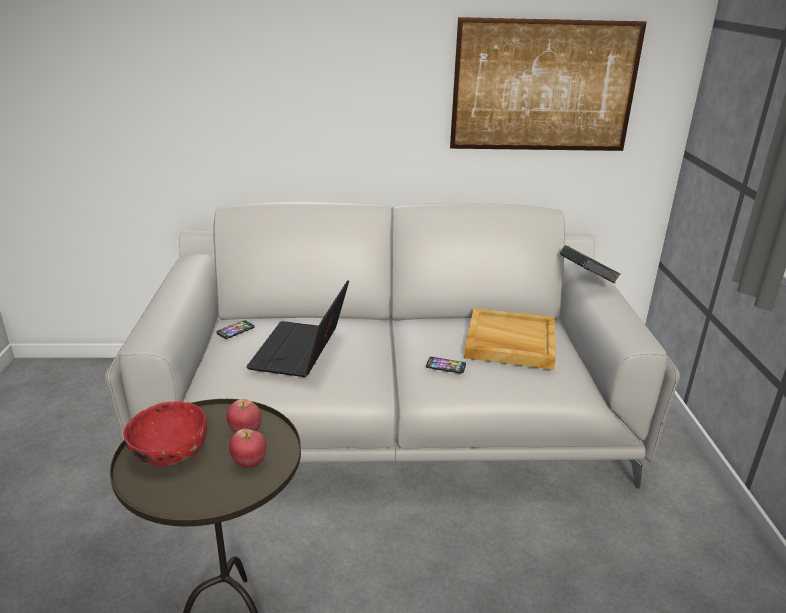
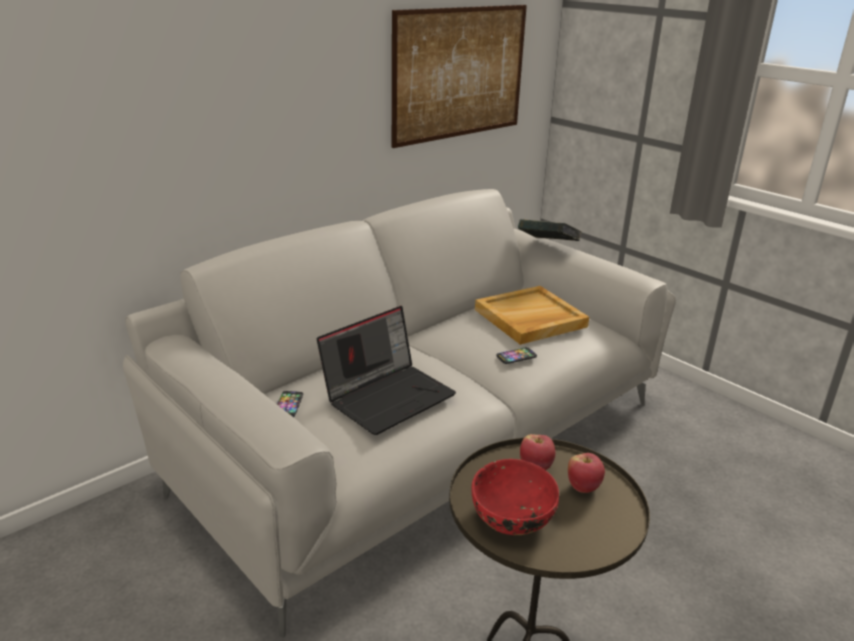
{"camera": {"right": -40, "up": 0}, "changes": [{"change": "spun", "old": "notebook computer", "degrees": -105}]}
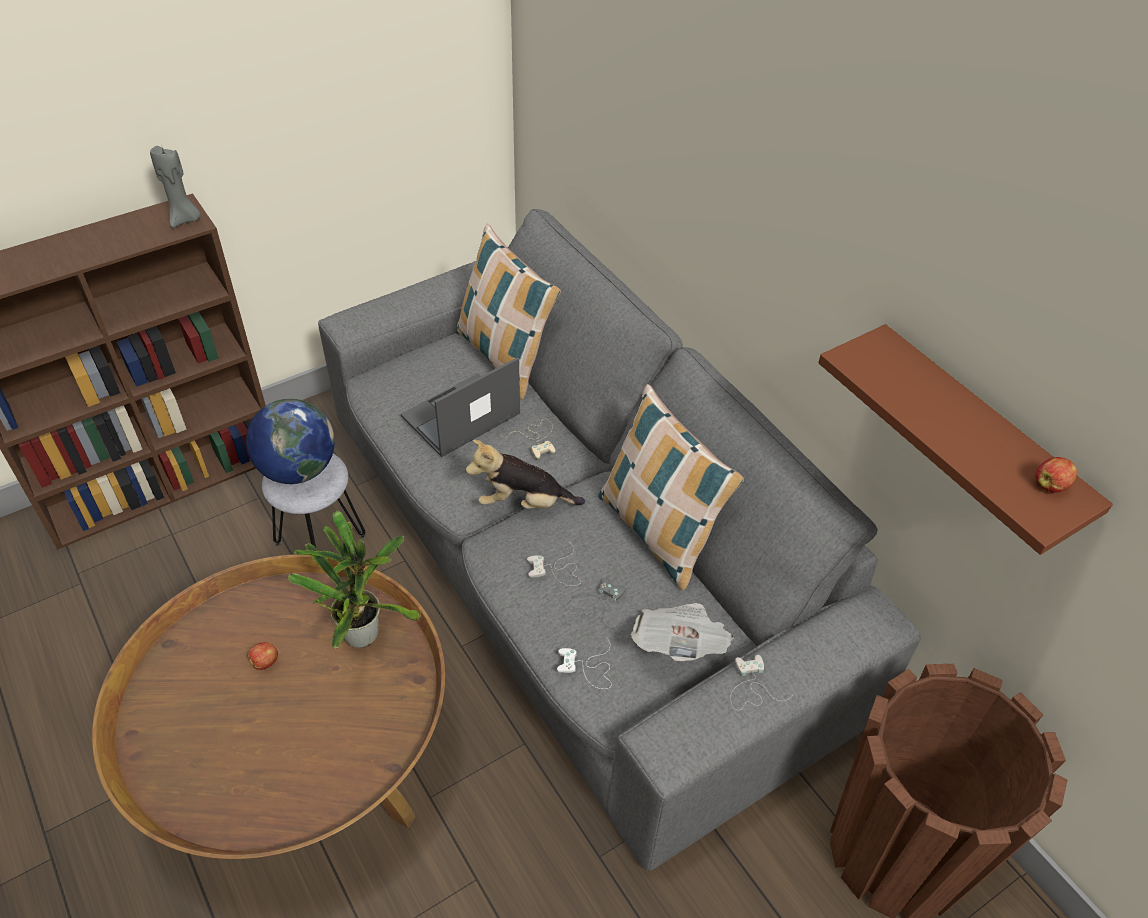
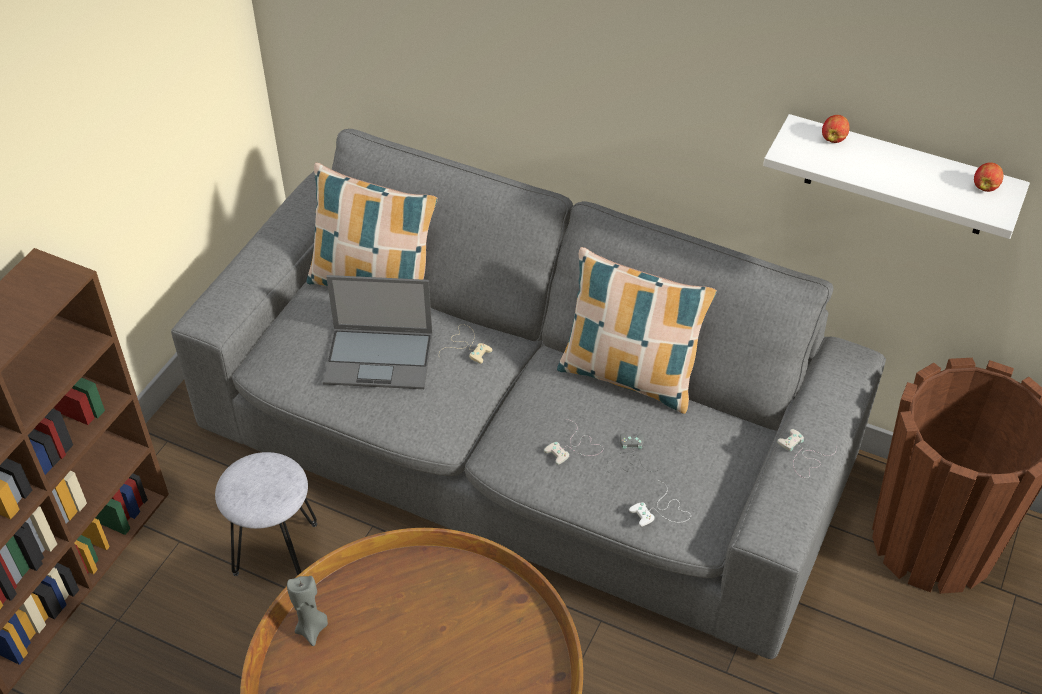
{"camera": {"right": -30, "up": 0}, "changes": [{"change": "relocated", "old": "gray candle"}, {"change": "spun", "old": "notebook computer", "degrees": -105}, {"change": "colour", "old": "brown bracket shelf", "new": "white bracket shelf"}, {"change": "relocated", "old": "apple fruit (no. 1 from left)"}, {"change": "missing", "old": "globe"}, {"change": "missing", "old": "plant in a pot"}, {"change": "missing", "old": "cuddly toy"}, {"change": "missing", "old": "newspaper"}]}
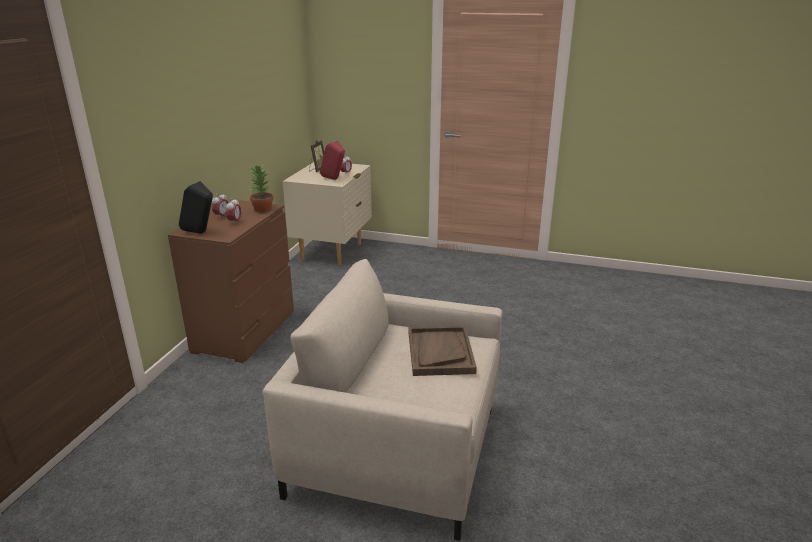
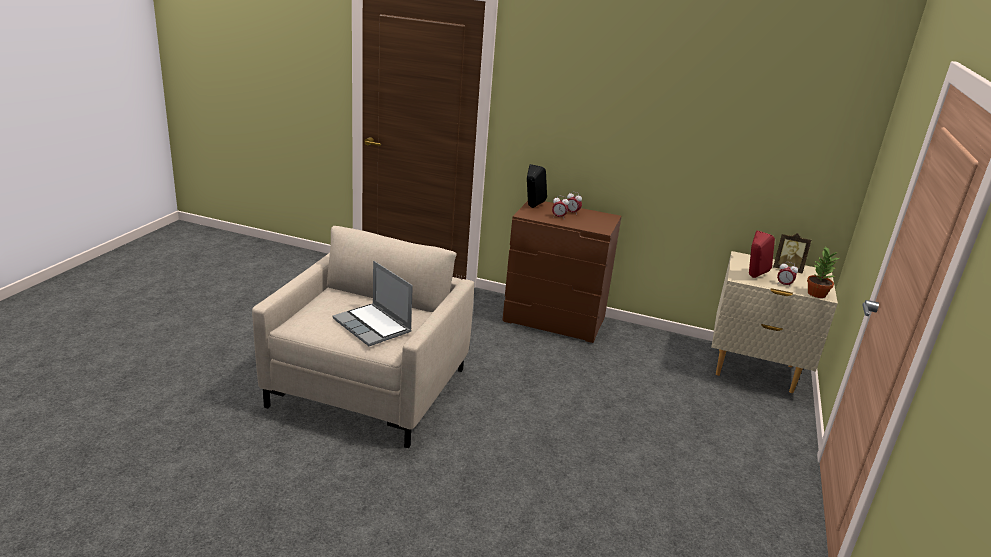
{"camera": {"right": 90, "up": 0}, "changes": [{"change": "exchanged", "old": "brown tray", "new": "notebook computer"}, {"change": "relocated", "old": "plant in a pot"}]}
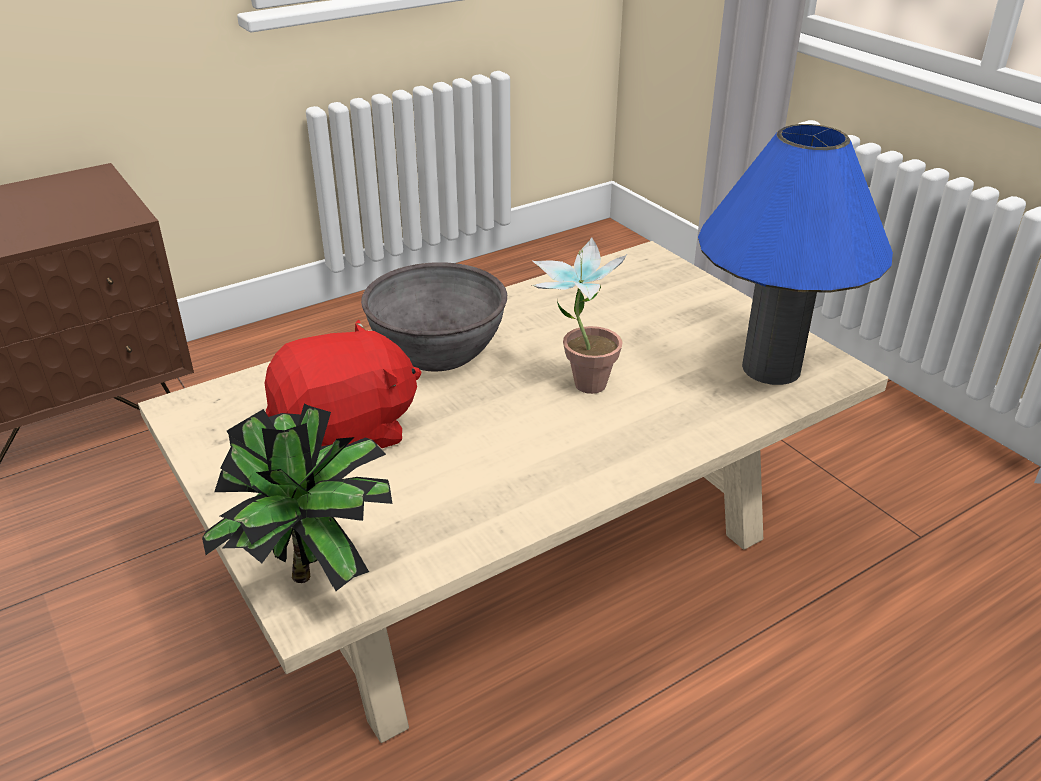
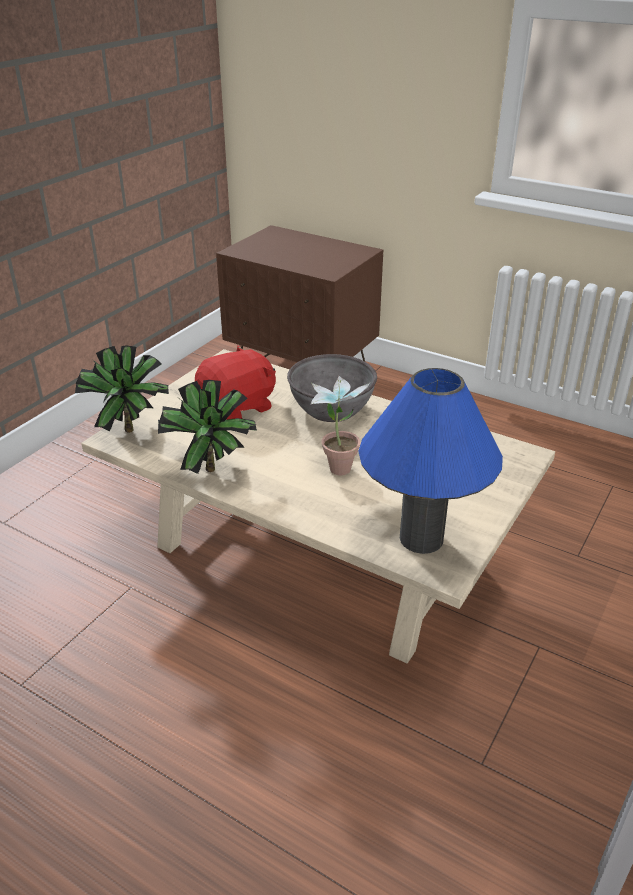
{"camera": {"right": 65, "up": 0}, "changes": [{"change": "appeared", "new": "plant in a pot (no. 2 from left)"}, {"change": "spun", "old": "red cuddly toy", "degrees": -75}]}
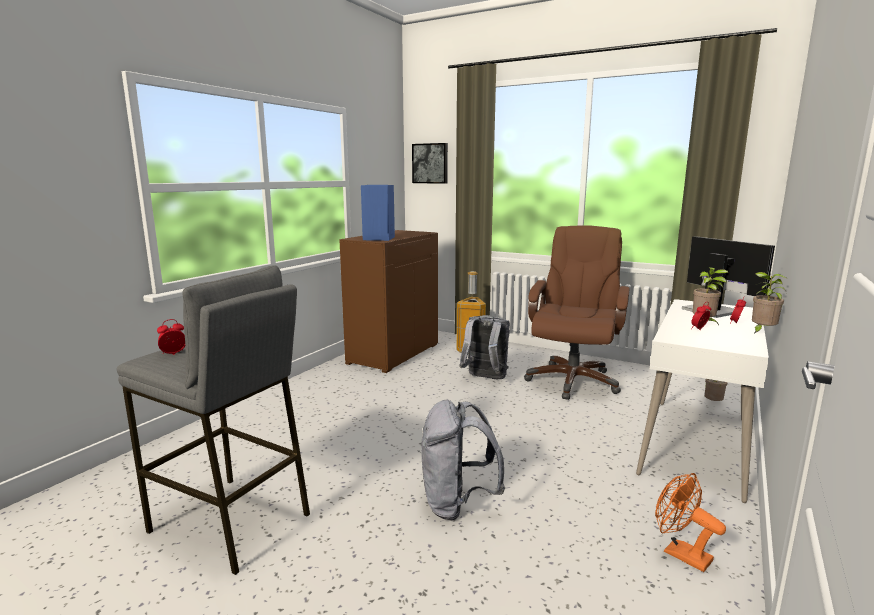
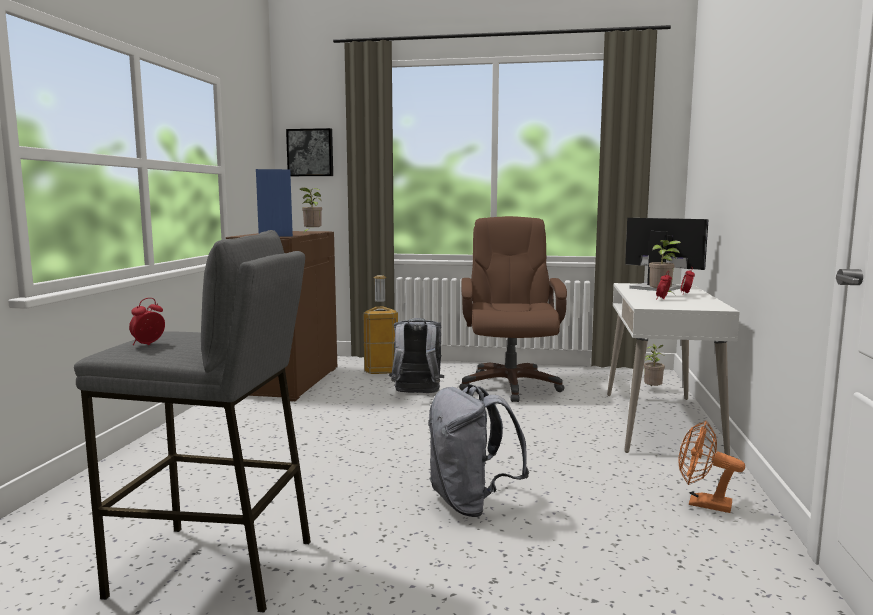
{"camera": {"right": -20, "up": -5}, "changes": [{"change": "relocated", "old": "plant in a pot (no. 3 from left in the first image)", "new": "plant in a pot (no. 1 from left)"}]}
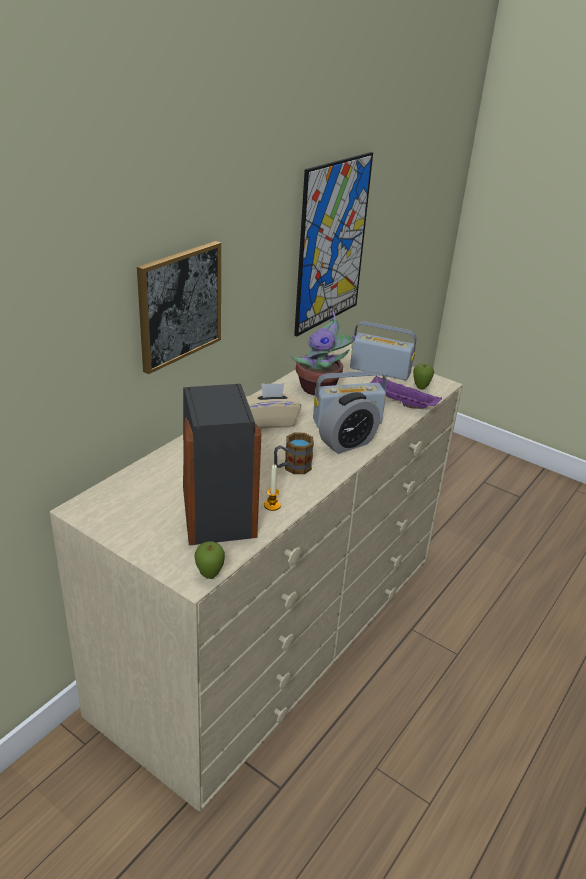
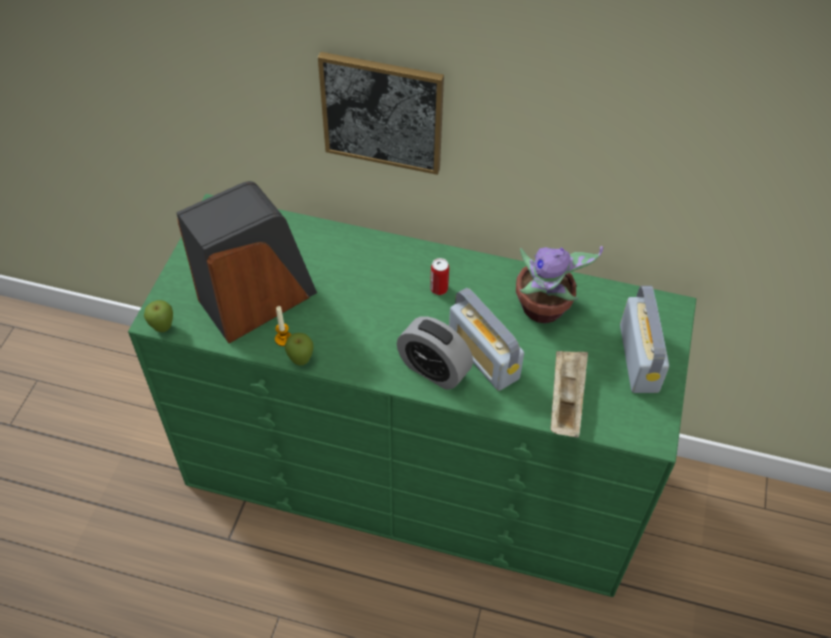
{"camera": {"right": 70, "up": 20}, "changes": [{"change": "colour", "old": "beige dresser", "new": "green dresser"}, {"change": "relocated", "old": "apple fruit (no. 2 from left)"}, {"change": "exchanged", "old": "beige box of tissues", "new": "metal can"}, {"change": "colour", "old": "purple tray", "new": "beige tray"}, {"change": "missing", "old": "coffee mug"}, {"change": "missing", "old": "wall art (no. 2 from left)"}]}
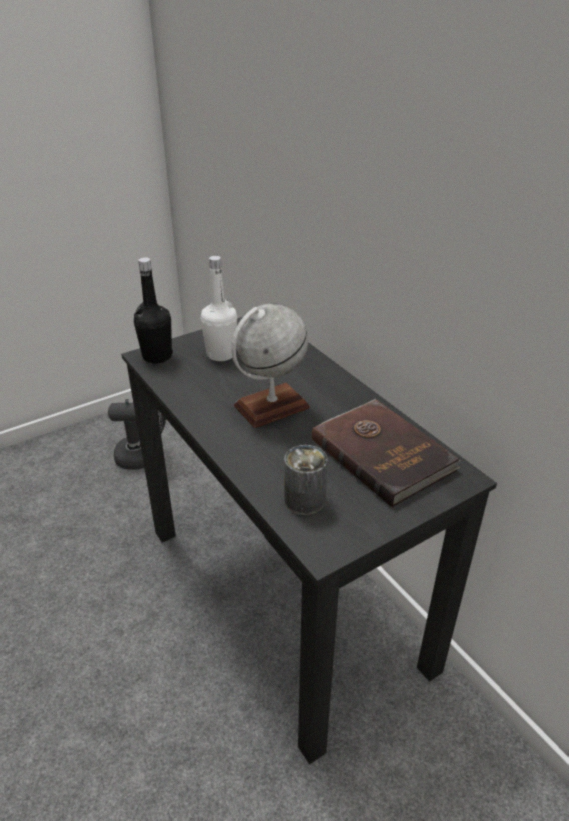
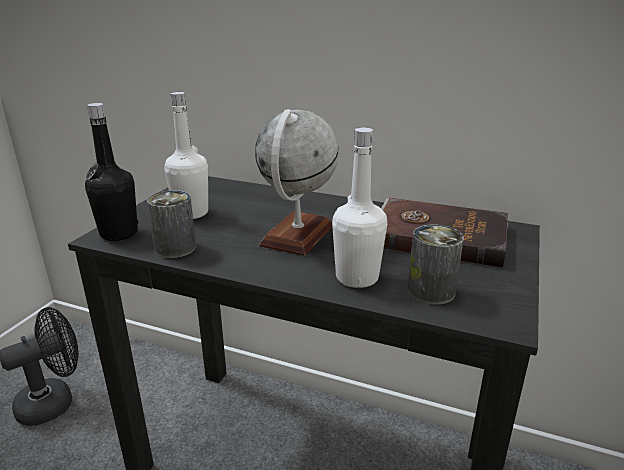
{"camera": {"right": -35, "up": -10}, "changes": [{"change": "appeared", "new": "metal can (no. 1 from left)"}, {"change": "appeared", "new": "white bottle (no. 2 from left)"}]}
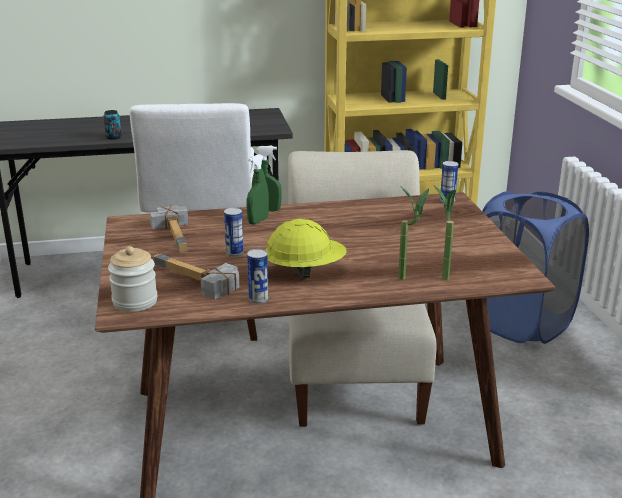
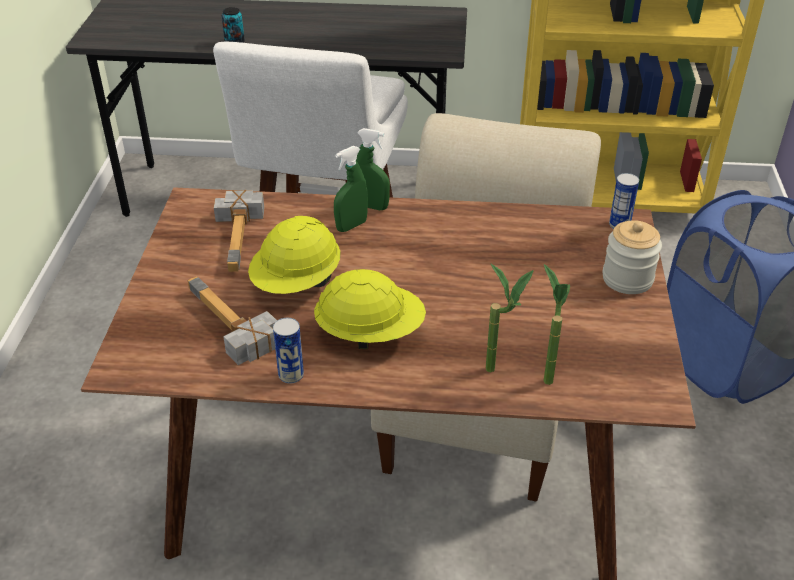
{"camera": {"right": 15, "up": 15}, "changes": [{"change": "exchanged", "old": "metal can (no. 2 from left)", "new": "yellow-coloured work helmet (no. 1 from left)"}, {"change": "relocated", "old": "storage jar"}]}
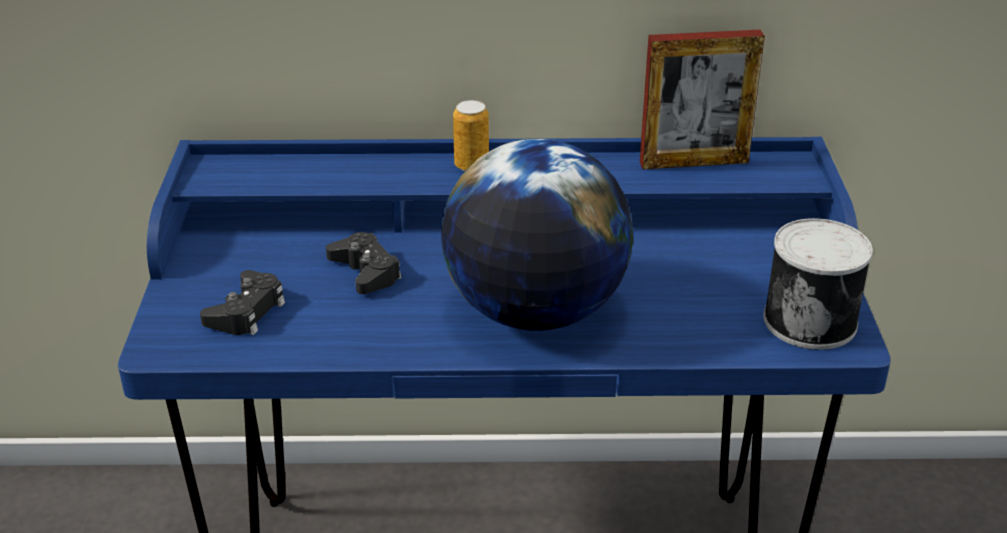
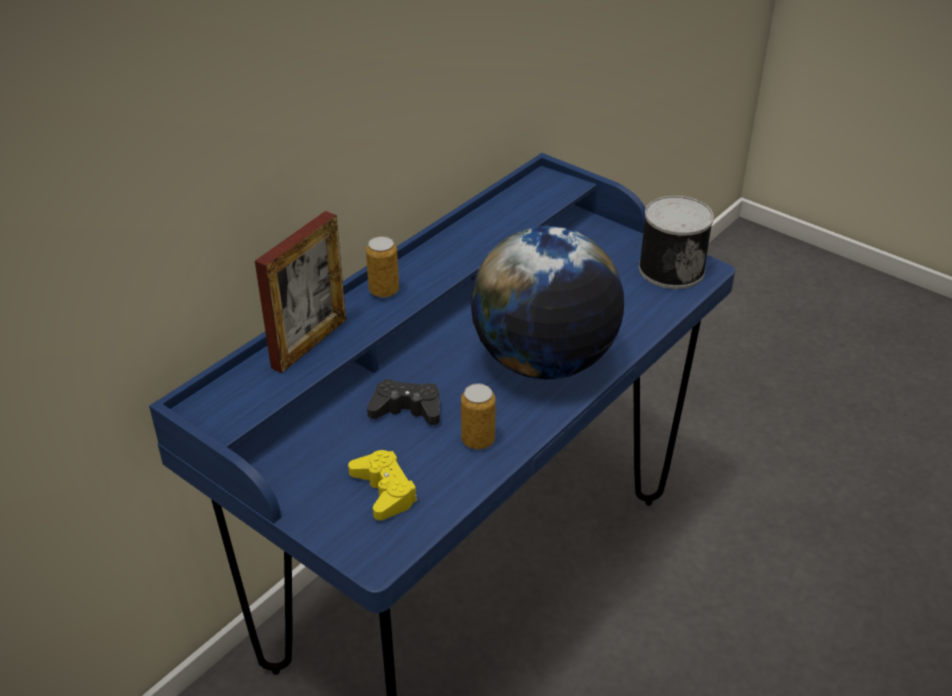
{"camera": {"right": -50, "up": 5}, "changes": [{"change": "relocated", "old": "standing frame"}, {"change": "colour", "old": "blackish joypad (no. 1 from left)", "new": "yellow-coloured joypad"}, {"change": "appeared", "new": "metal can (no. 2 from left)"}]}
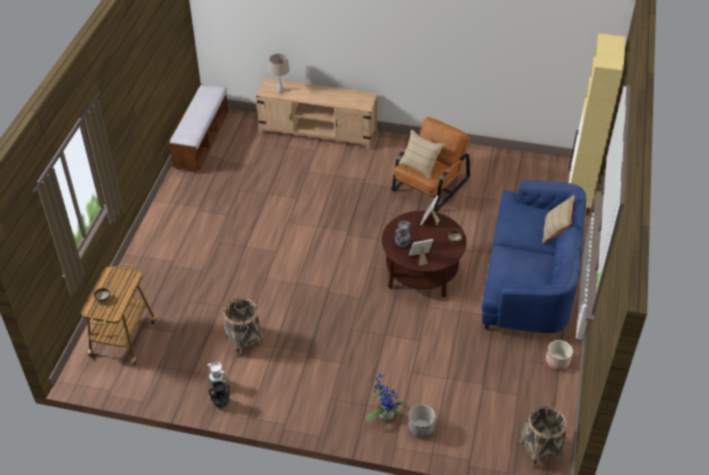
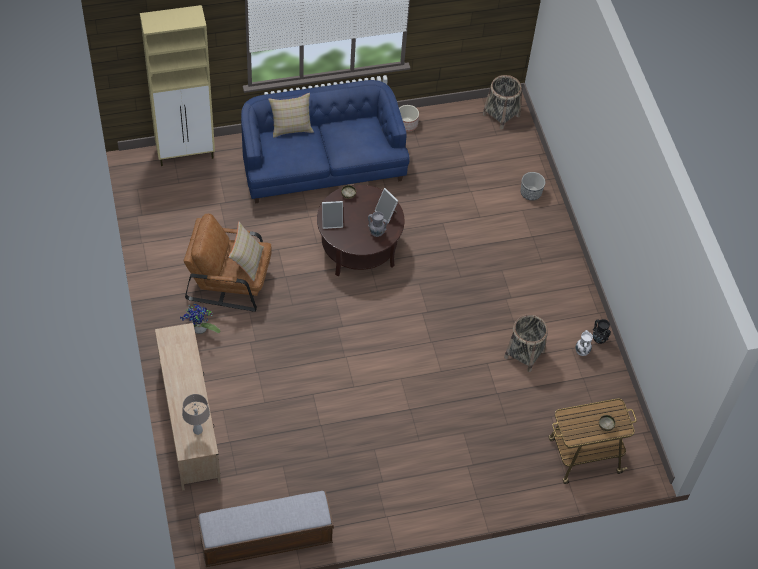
{"camera": {"right": -120, "up": 10}, "changes": [{"change": "relocated", "old": "plant in a pot"}]}
